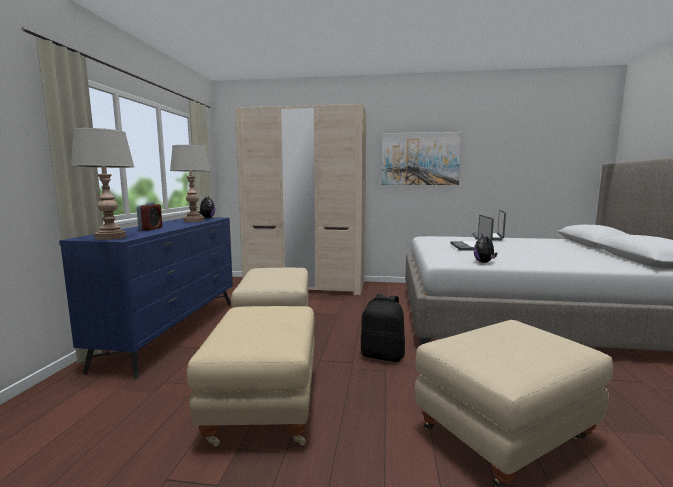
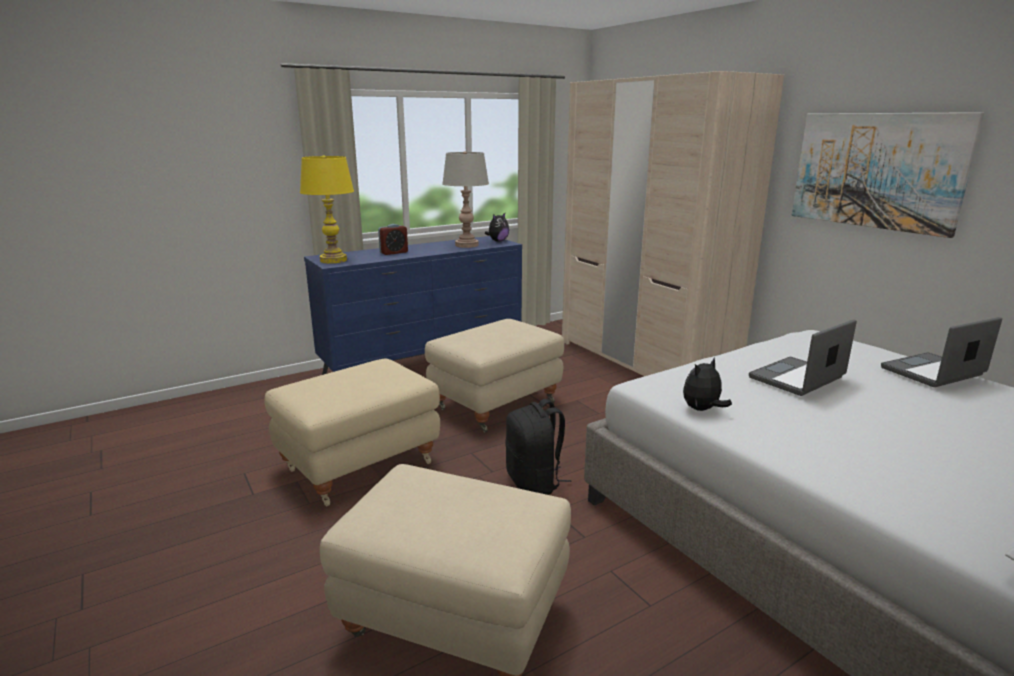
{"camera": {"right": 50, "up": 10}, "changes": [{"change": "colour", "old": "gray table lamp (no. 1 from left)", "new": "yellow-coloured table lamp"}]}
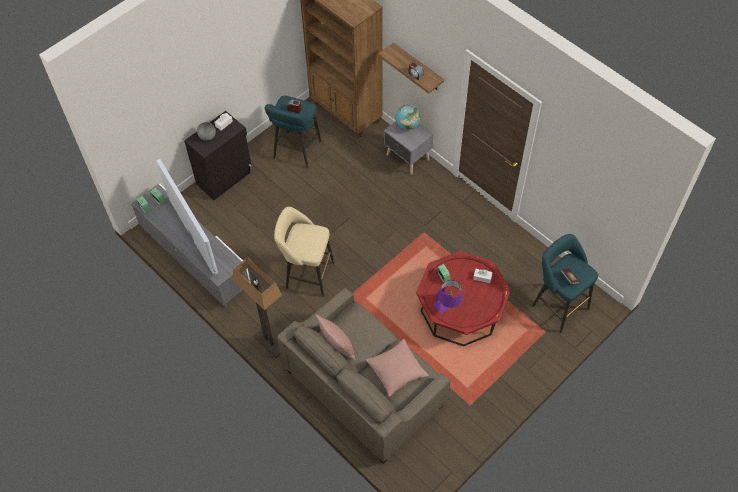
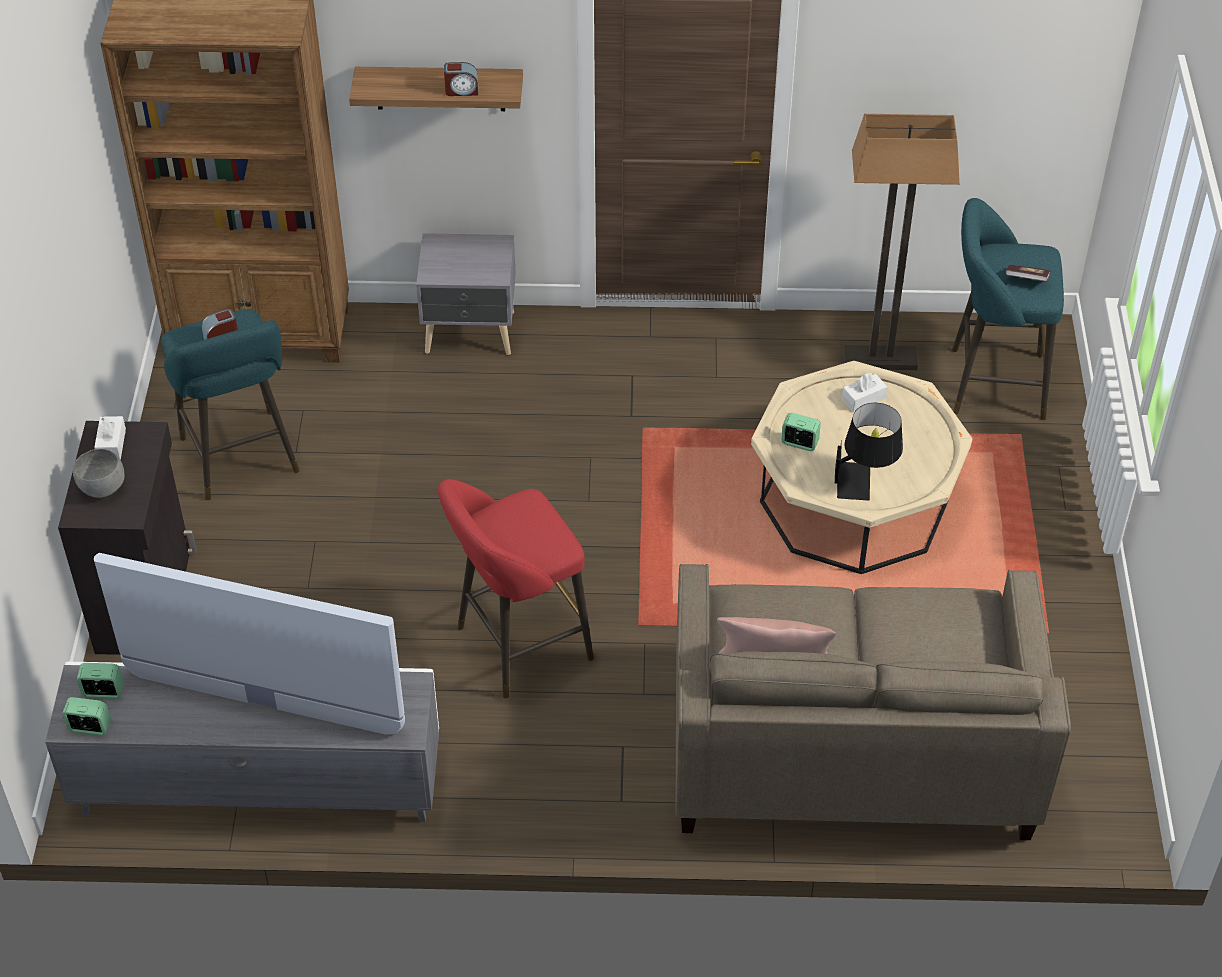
{"camera": {"right": -45, "up": -10}, "changes": [{"change": "colour", "old": "beige sitting stool", "new": "red sitting stool"}, {"change": "colour", "old": "red coffee table", "new": "beige coffee table"}, {"change": "colour", "old": "purple table lamp", "new": "blackish table lamp"}, {"change": "relocated", "old": "standing lamp"}, {"change": "missing", "old": "pink-coloured pillow (no. 2 from left)"}, {"change": "missing", "old": "globe"}]}
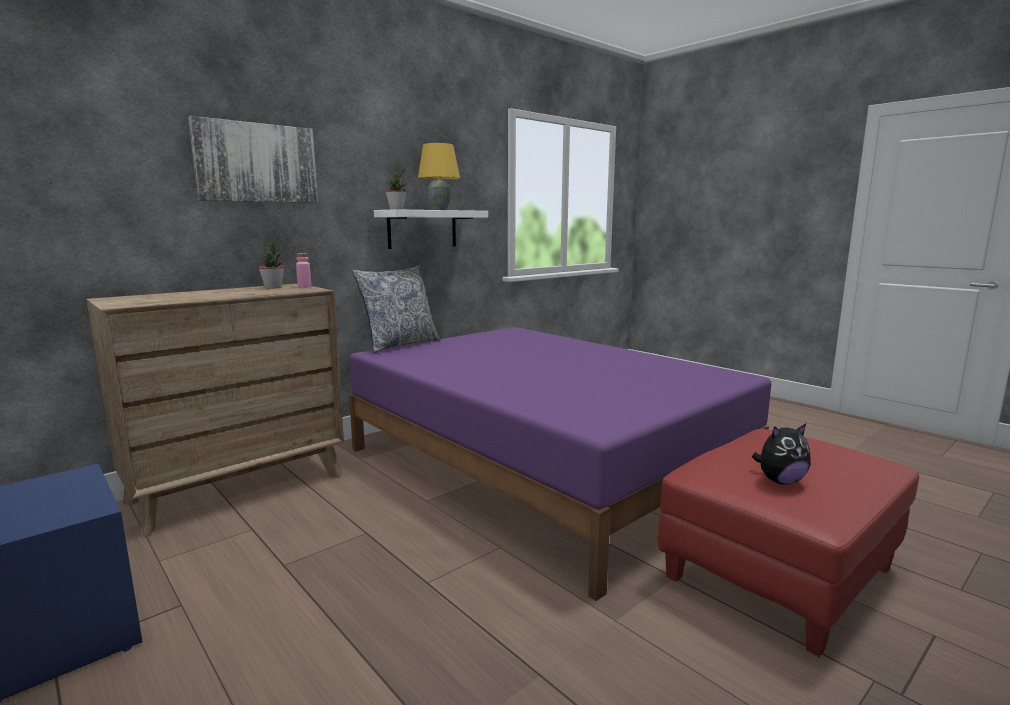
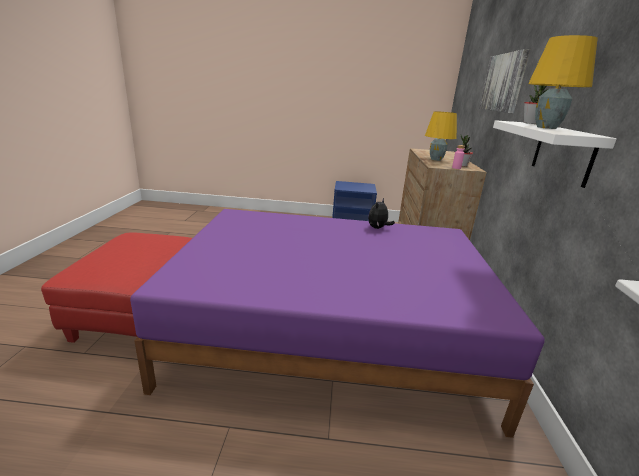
{"camera": {"right": 135, "up": 10}, "changes": [{"change": "relocated", "old": "cuddly toy"}, {"change": "appeared", "new": "yellow-coloured table lamp (no. 1 from left)"}, {"change": "missing", "old": "pillow"}]}
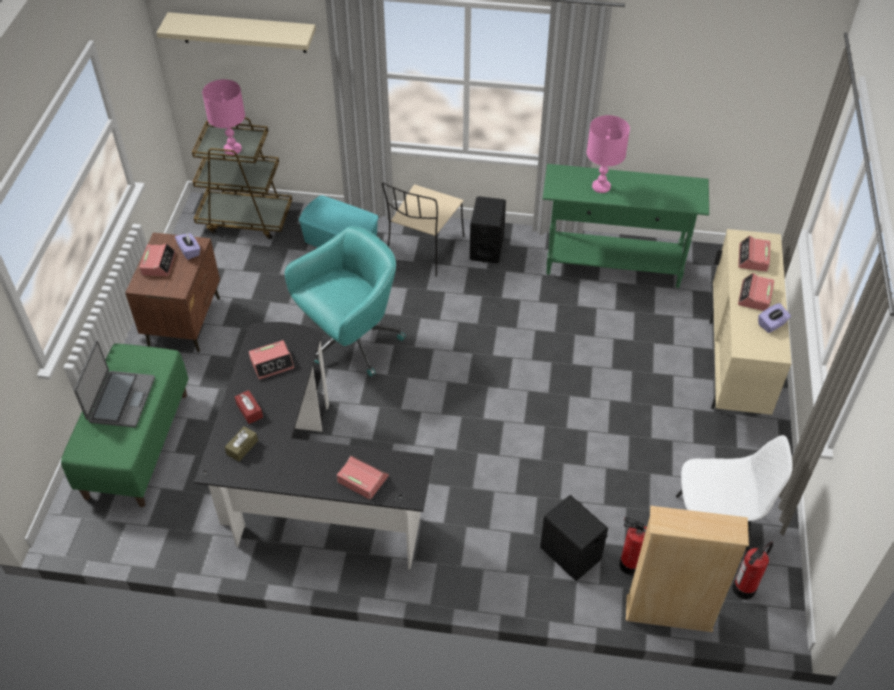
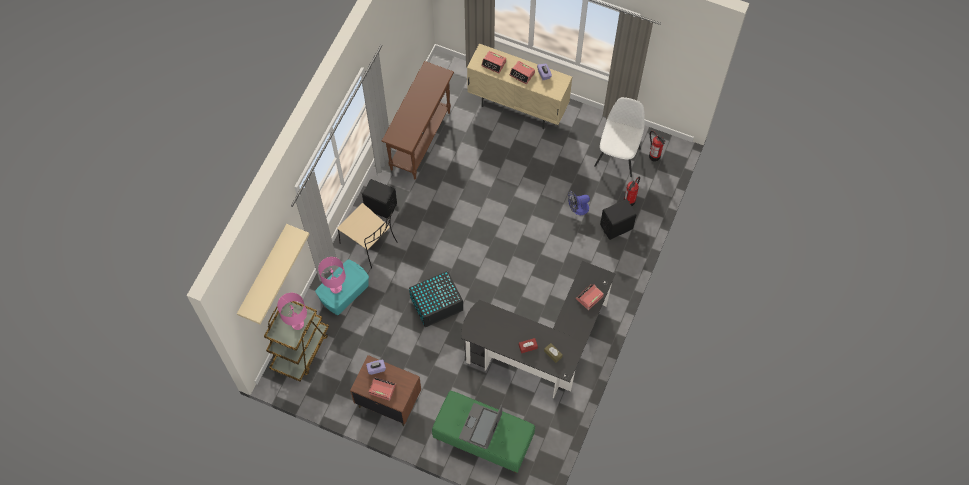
{"camera": {"right": -75, "up": 15}, "changes": [{"change": "relocated", "old": "pink-coloured table lamp (no. 2 from left)"}, {"change": "colour", "old": "green hall table", "new": "brown hall table"}, {"change": "exchanged", "old": "turquoise-coloured computer chair", "new": "blackish storage box"}, {"change": "spun", "old": "notebook computer", "degrees": -90}, {"change": "appeared", "new": "fan"}, {"change": "missing", "old": "table clock (no. 2 from left)"}, {"change": "missing", "old": "beige bookshelf"}]}
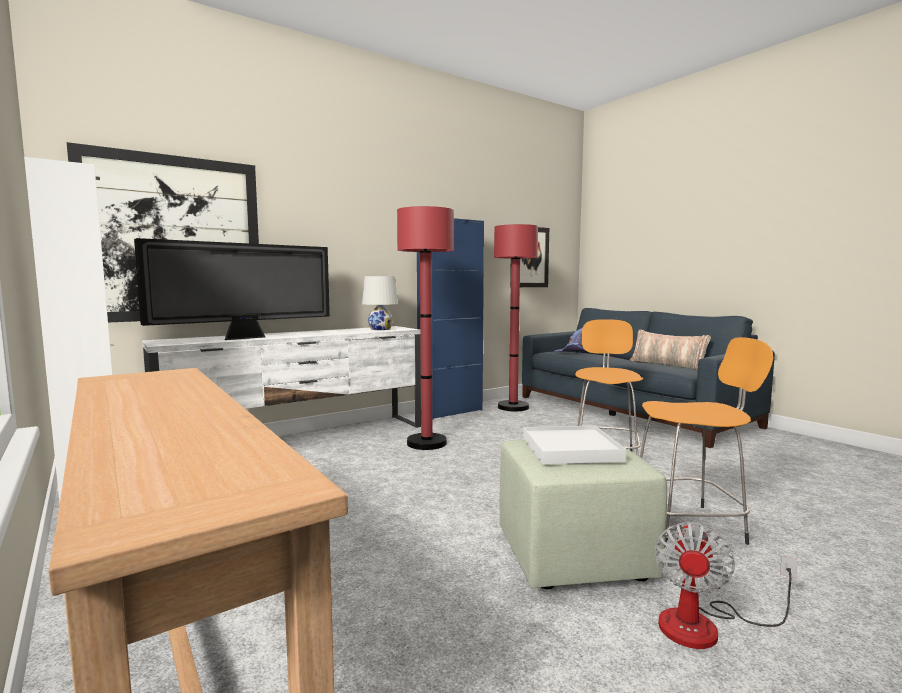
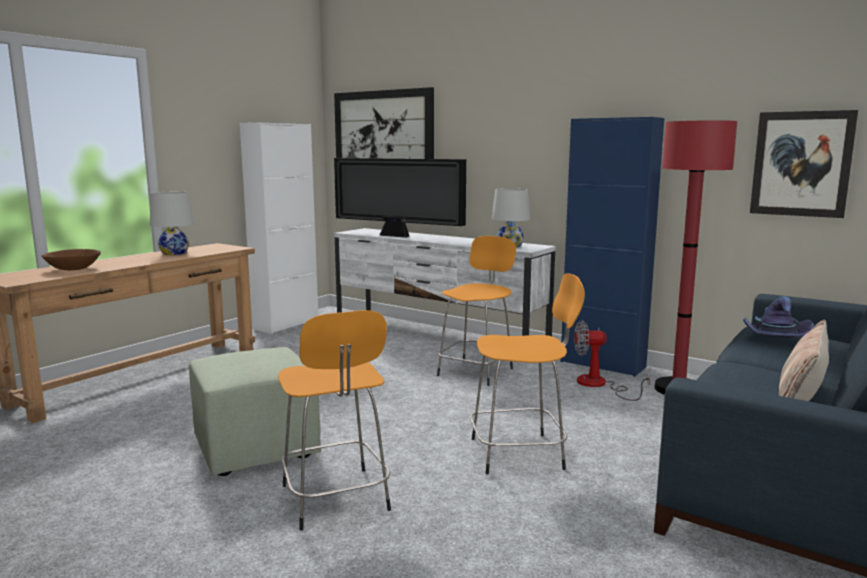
{"camera": {"right": 70, "up": 5}, "changes": [{"change": "appeared", "new": "brown bowl"}, {"change": "appeared", "new": "white table lamp (no. 1 from left)"}, {"change": "exchanged", "old": "red standing lamp (no. 1 from left)", "new": "orangey sitting stool (no. 2 from left)"}, {"change": "relocated", "old": "fan"}, {"change": "missing", "old": "white tray"}]}
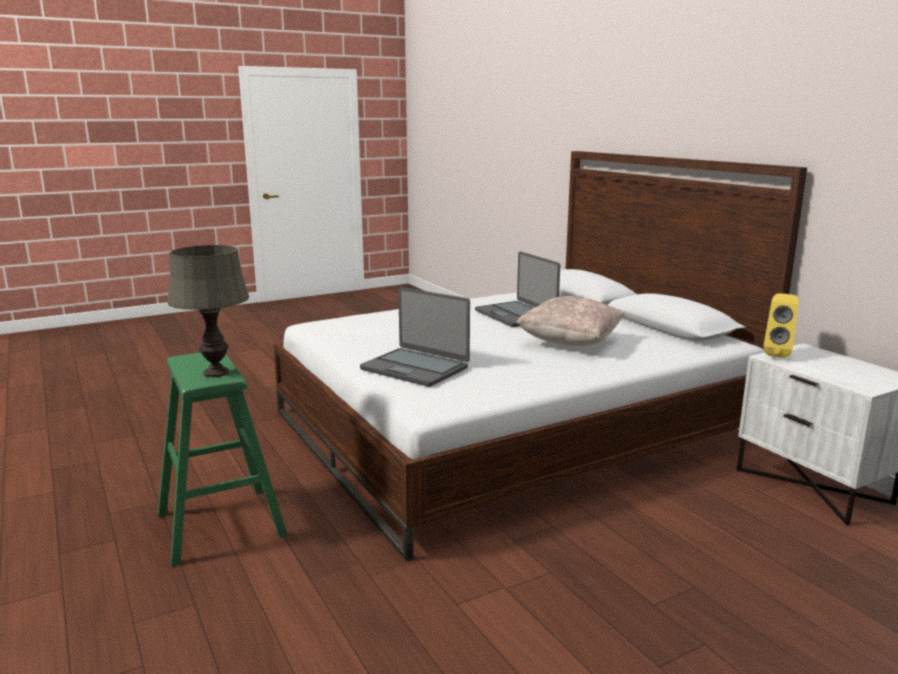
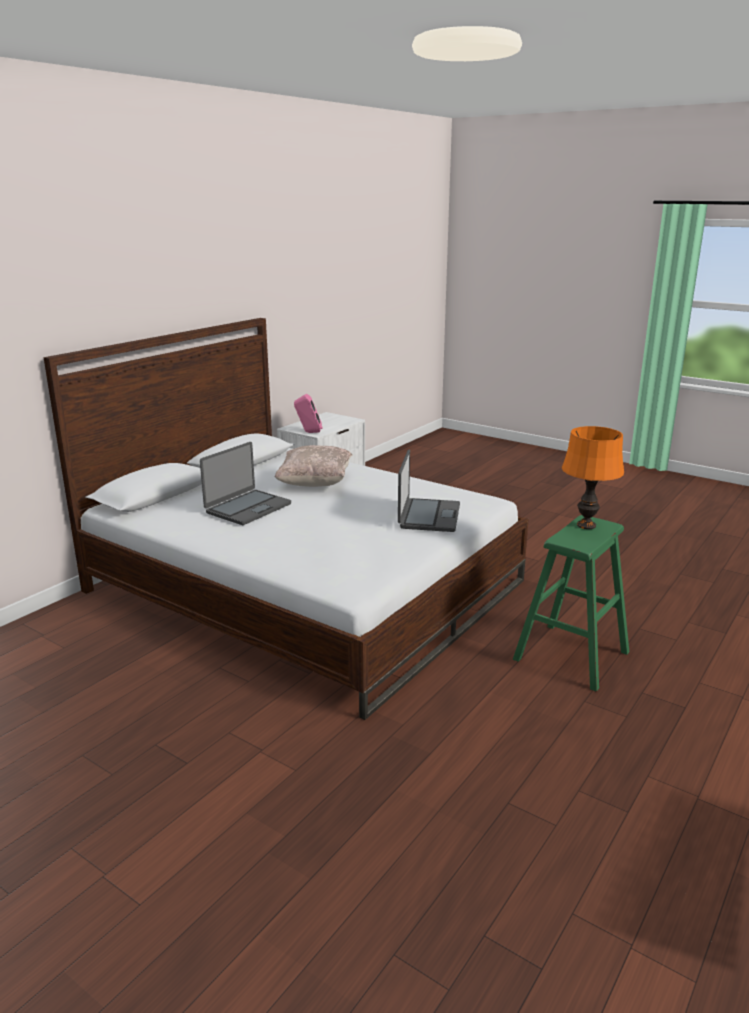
{"camera": {"right": -115, "up": 5}, "changes": [{"change": "colour", "old": "yellow-coloured speaker", "new": "pink-coloured speaker"}, {"change": "colour", "old": "gray table lamp", "new": "orangey table lamp"}]}
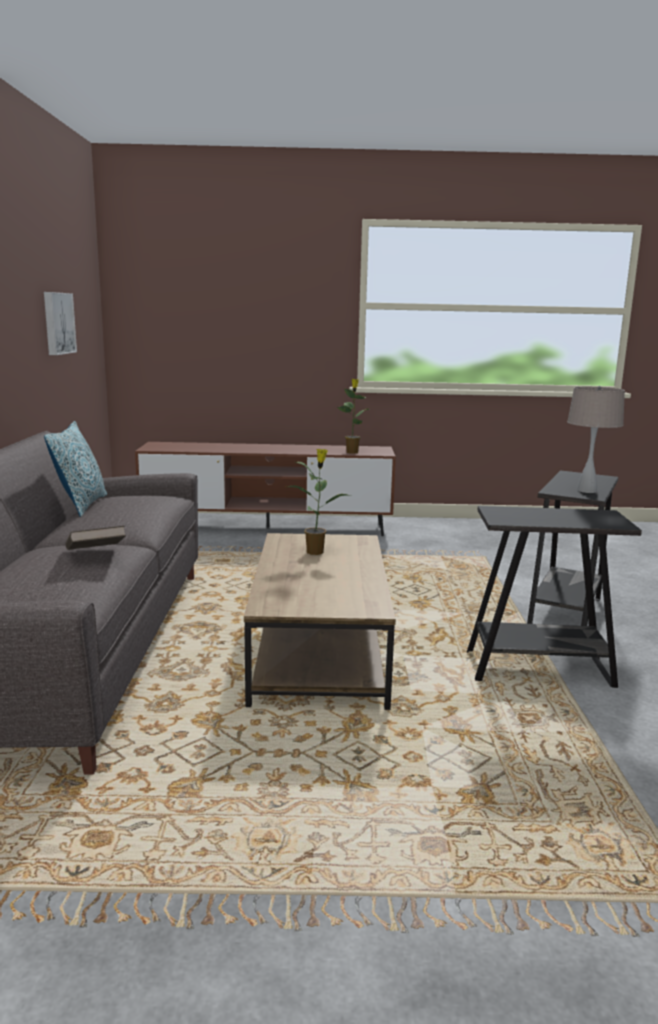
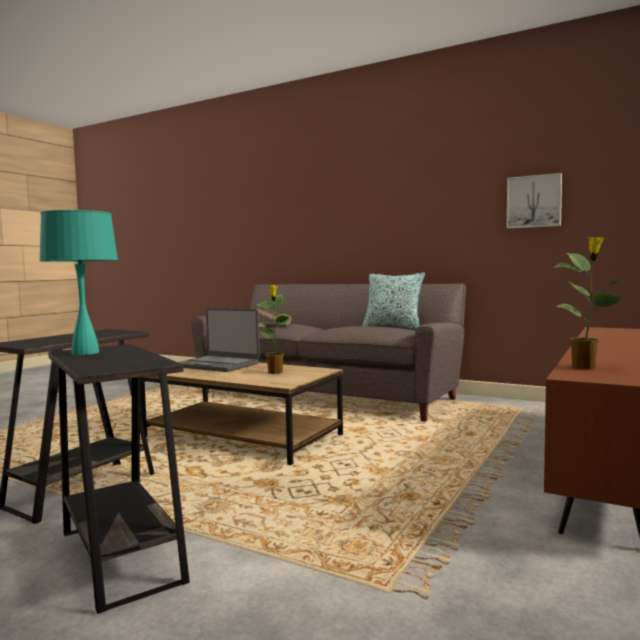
{"camera": {"right": 120, "up": -10}, "changes": [{"change": "colour", "old": "beige table lamp", "new": "turquoise-coloured table lamp"}, {"change": "appeared", "new": "notebook computer"}]}
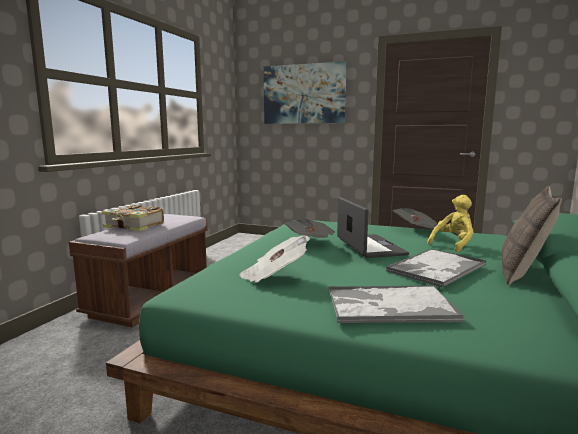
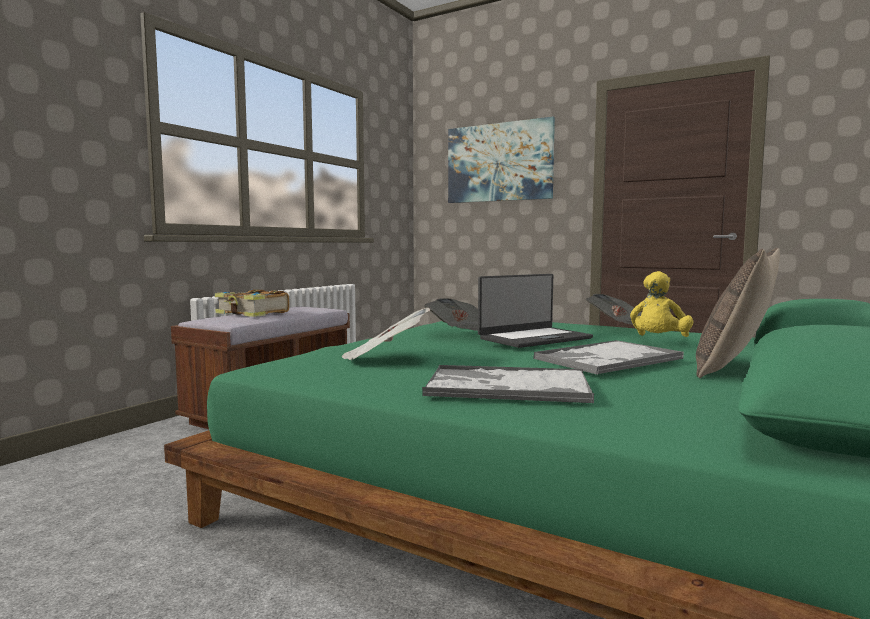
{"camera": {"right": 10, "up": -5}, "changes": [{"change": "spun", "old": "notebook computer", "degrees": 60}, {"change": "spun", "old": "yellow-coloured cuddly toy", "degrees": 150}]}
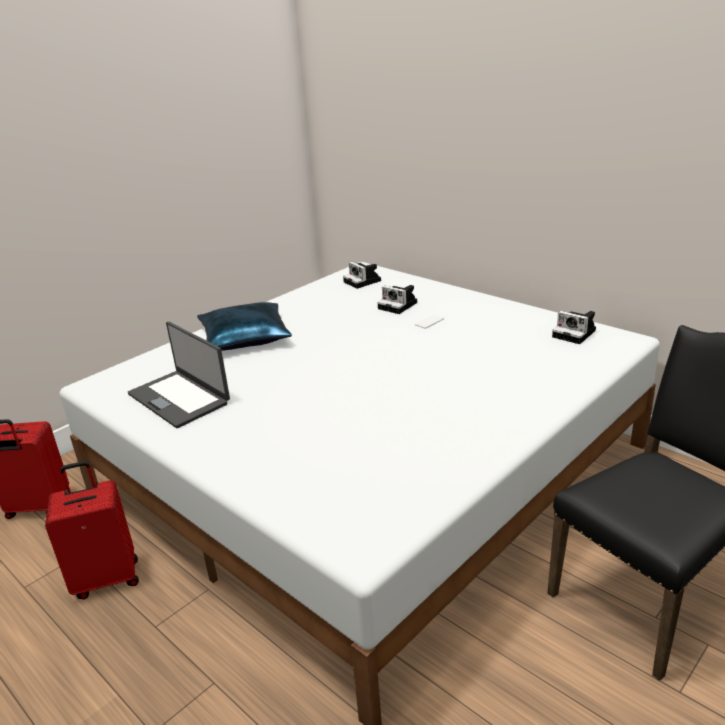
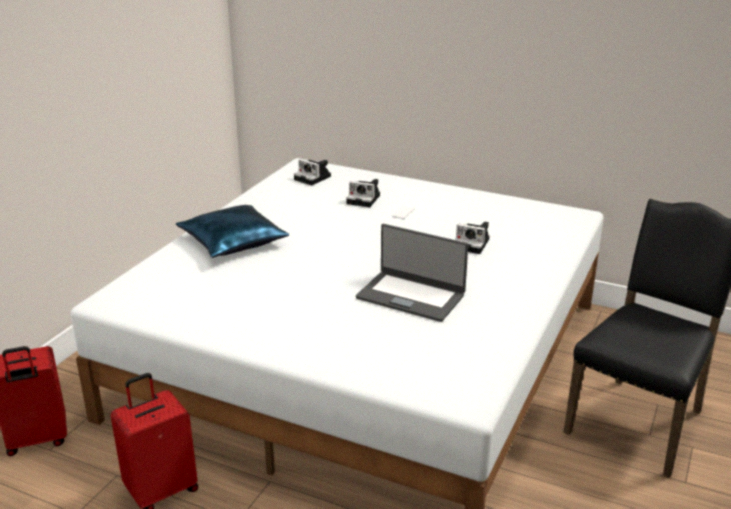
{"camera": {"right": -20, "up": 0}, "changes": [{"change": "relocated", "old": "notebook computer"}, {"change": "relocated", "old": "photo camera (no. 3 from left)"}]}
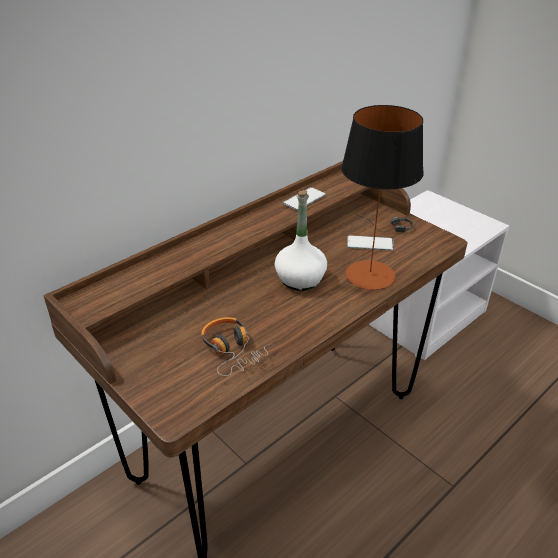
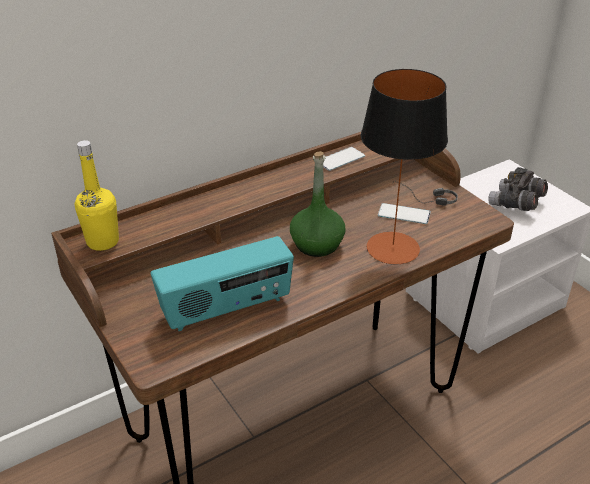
{"camera": {"right": 10, "up": 0}, "changes": [{"change": "appeared", "new": "yellow-coloured bottle"}, {"change": "exchanged", "old": "headset (no. 1 from left)", "new": "radio set"}, {"change": "colour", "old": "white bottle", "new": "green bottle"}, {"change": "appeared", "new": "gray binoculars"}]}
